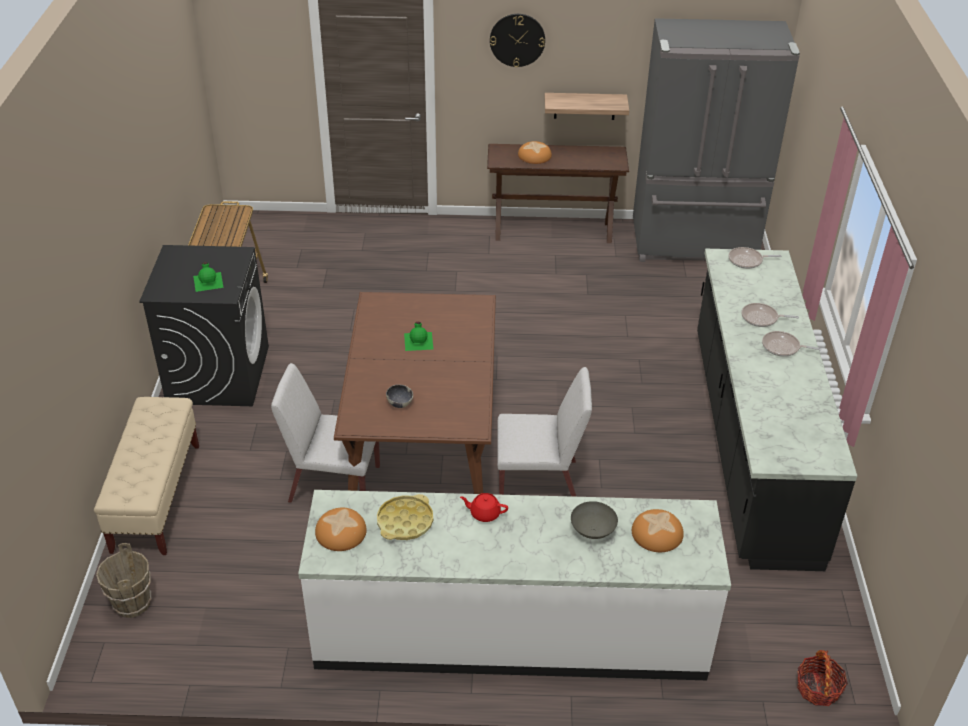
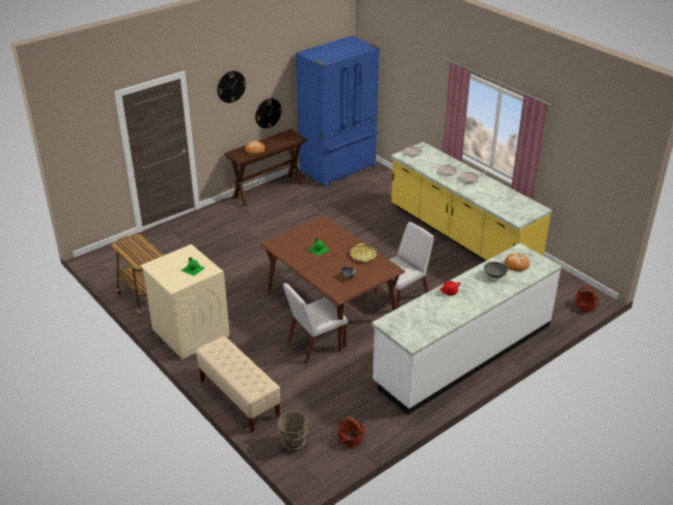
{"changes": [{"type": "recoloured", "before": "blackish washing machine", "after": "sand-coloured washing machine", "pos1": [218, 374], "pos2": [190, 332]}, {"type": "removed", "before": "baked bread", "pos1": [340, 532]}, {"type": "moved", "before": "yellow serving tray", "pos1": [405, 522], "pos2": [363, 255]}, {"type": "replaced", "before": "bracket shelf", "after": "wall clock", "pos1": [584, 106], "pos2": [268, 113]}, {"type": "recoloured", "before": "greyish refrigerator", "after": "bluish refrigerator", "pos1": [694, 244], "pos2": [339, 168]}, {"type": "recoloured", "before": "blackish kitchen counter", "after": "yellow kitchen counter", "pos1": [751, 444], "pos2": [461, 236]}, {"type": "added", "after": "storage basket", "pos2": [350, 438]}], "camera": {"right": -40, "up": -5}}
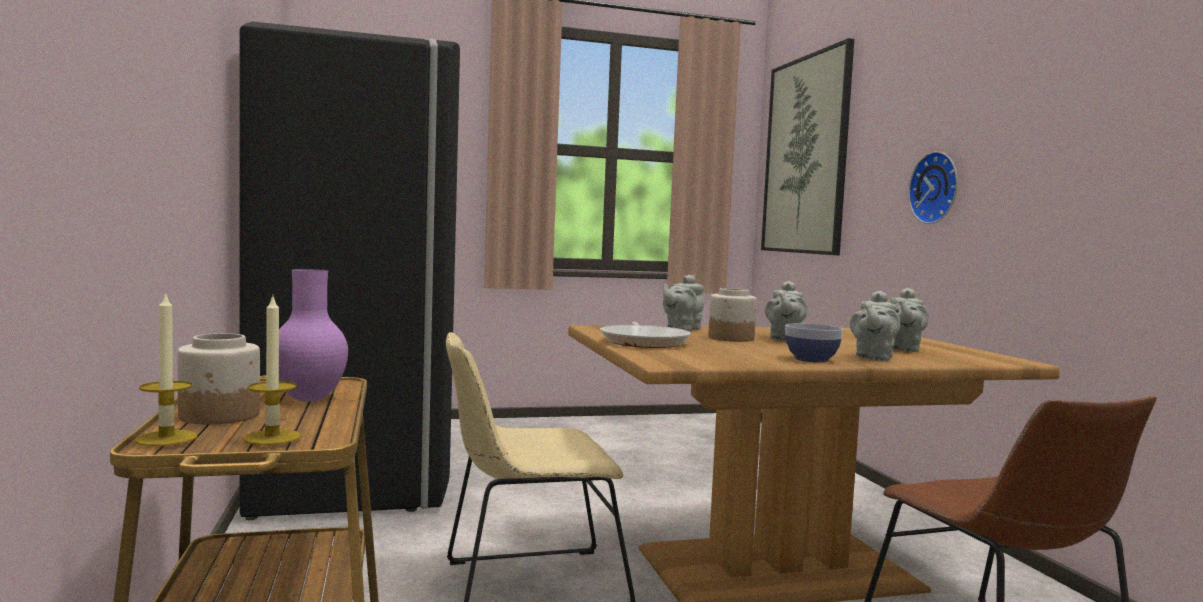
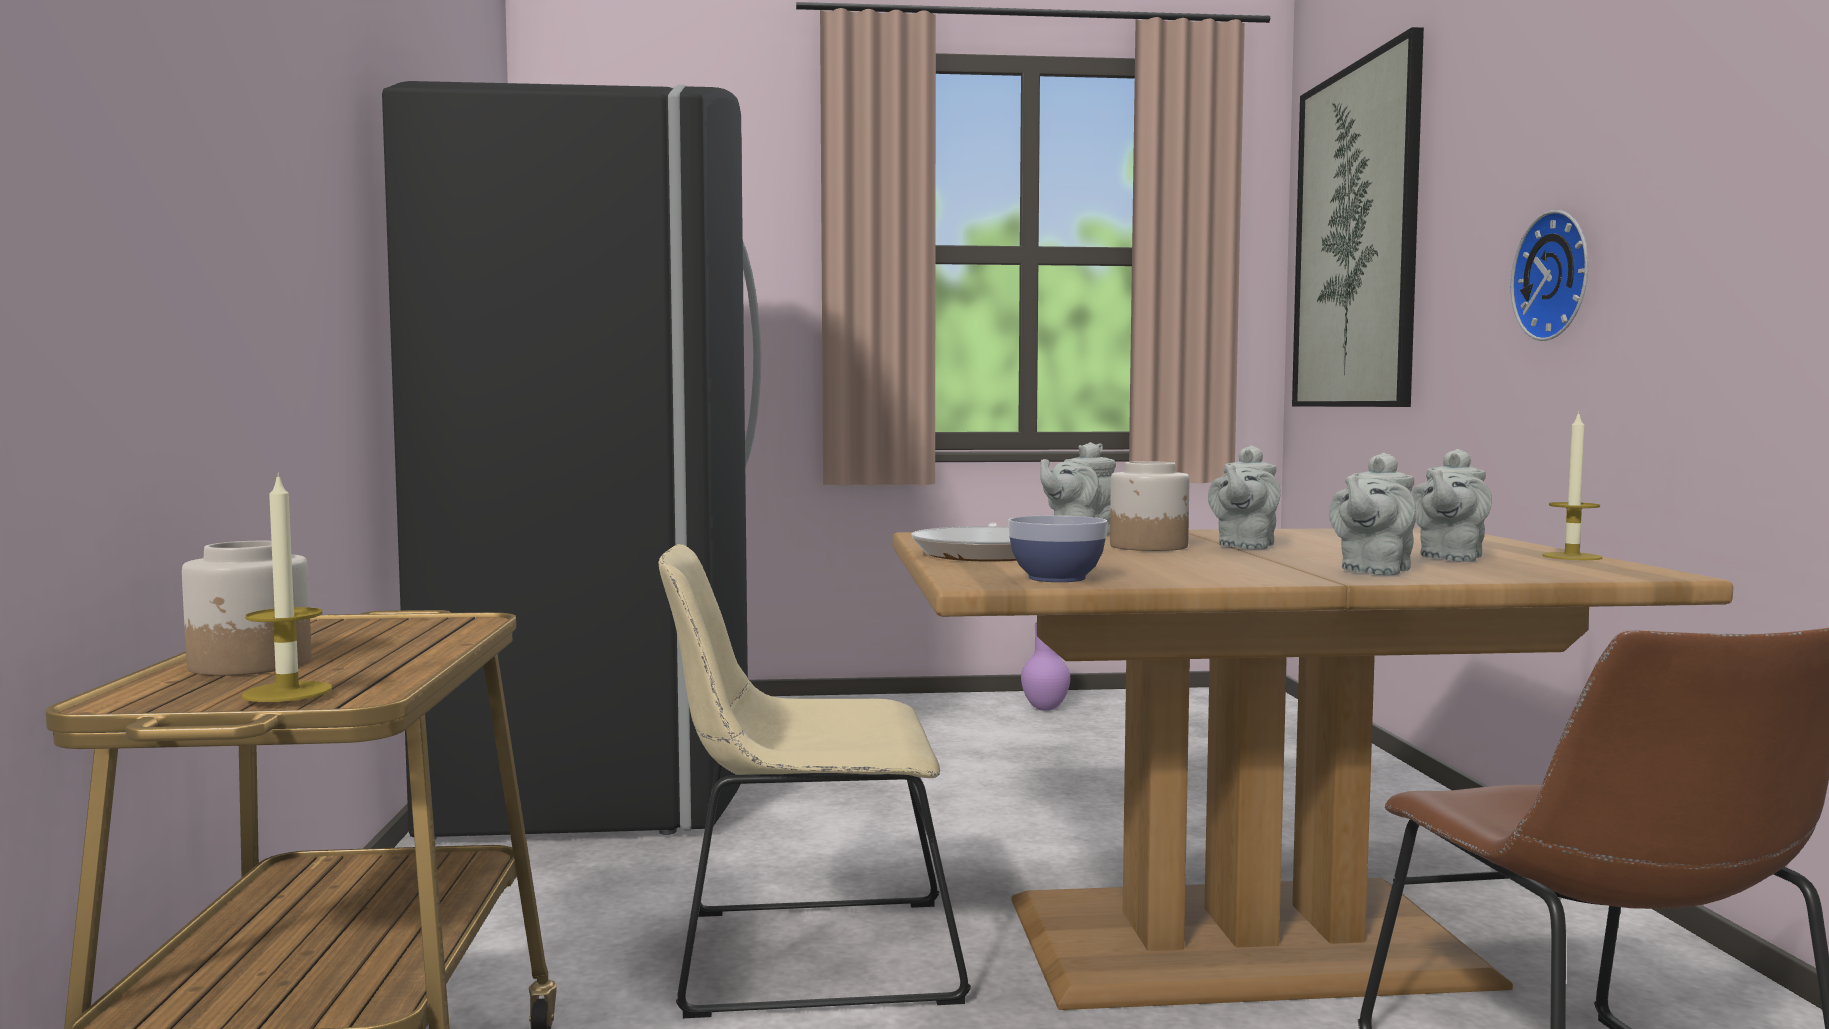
{"changes": [{"type": "moved", "before": "candle", "pos1": [166, 438], "pos2": [1571, 556]}, {"type": "moved", "before": "purple decorative vase", "pos1": [310, 399], "pos2": [1046, 709]}, {"type": "moved", "before": "serving bowl", "pos1": [811, 359], "pos2": [1057, 578]}], "camera": {"right": 10, "up": 0}}
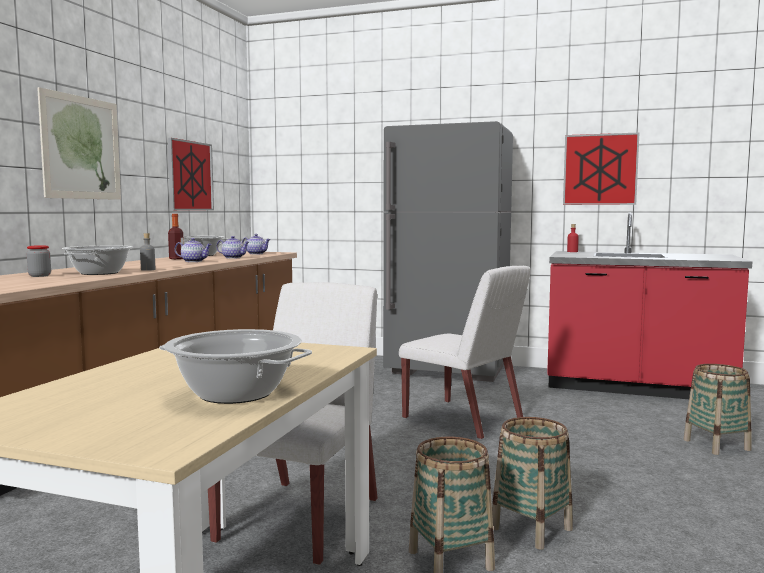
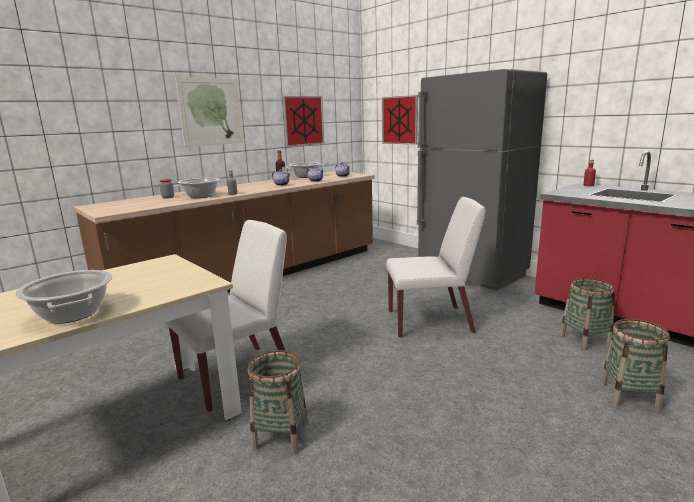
{"changes": [{"type": "turned", "before": "white chair", "pos1": [464, 419], "pos2": [431, 321], "turn": -75}, {"type": "moved", "before": "storage basket", "pos1": [531, 529], "pos2": [585, 340]}, {"type": "moved", "before": "wall art", "pos1": [600, 169], "pos2": [400, 120]}], "camera": {"right": 30, "up": 10}}
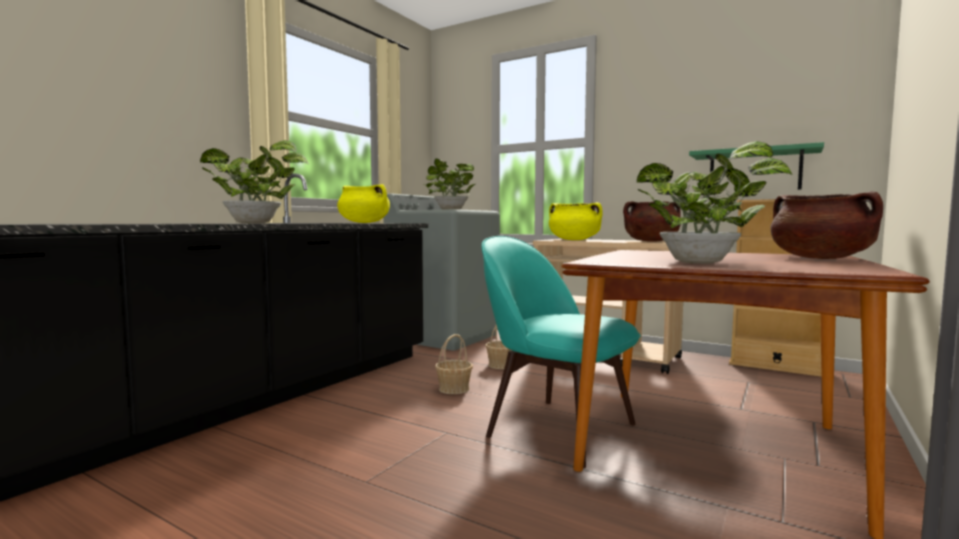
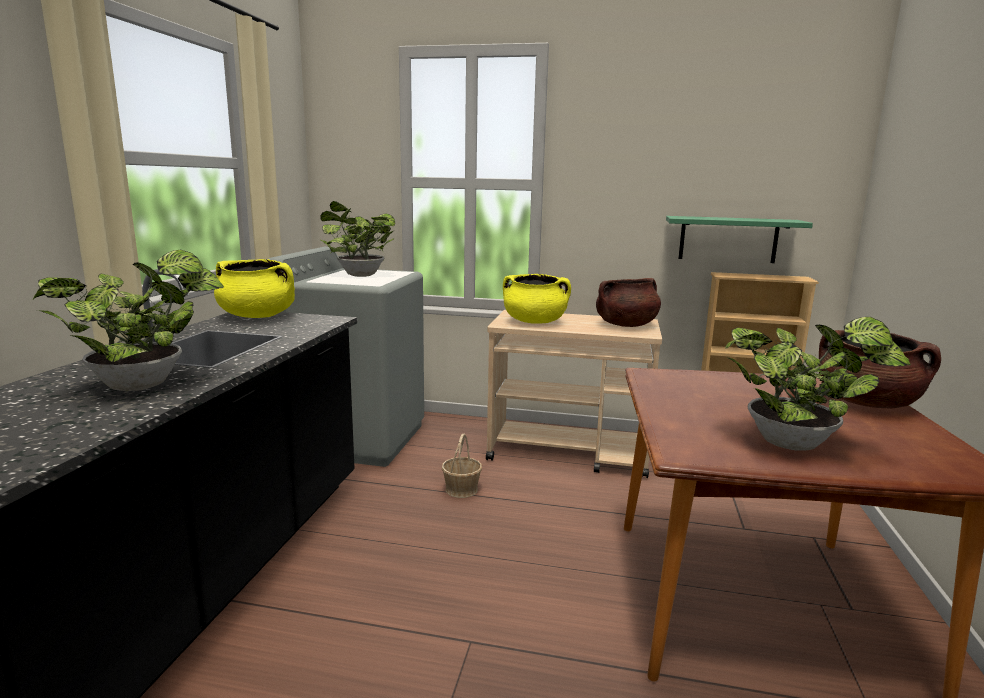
{"changes": [{"type": "removed", "before": "storage basket", "pos1": [454, 389]}, {"type": "removed", "before": "turquoise-coloured chair", "pos1": [556, 428]}], "camera": {"right": -20, "up": 10}}
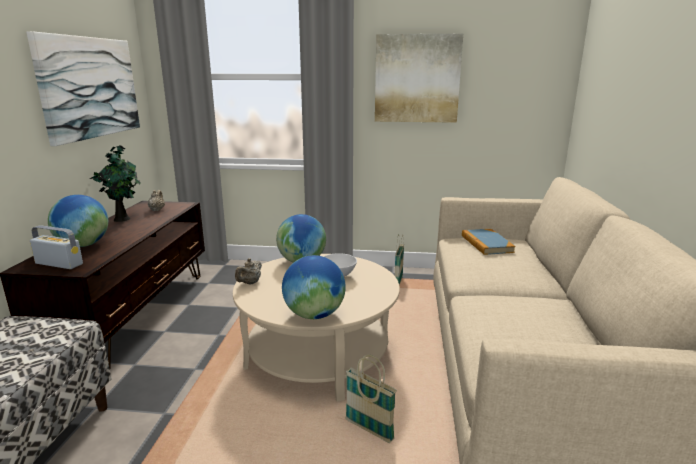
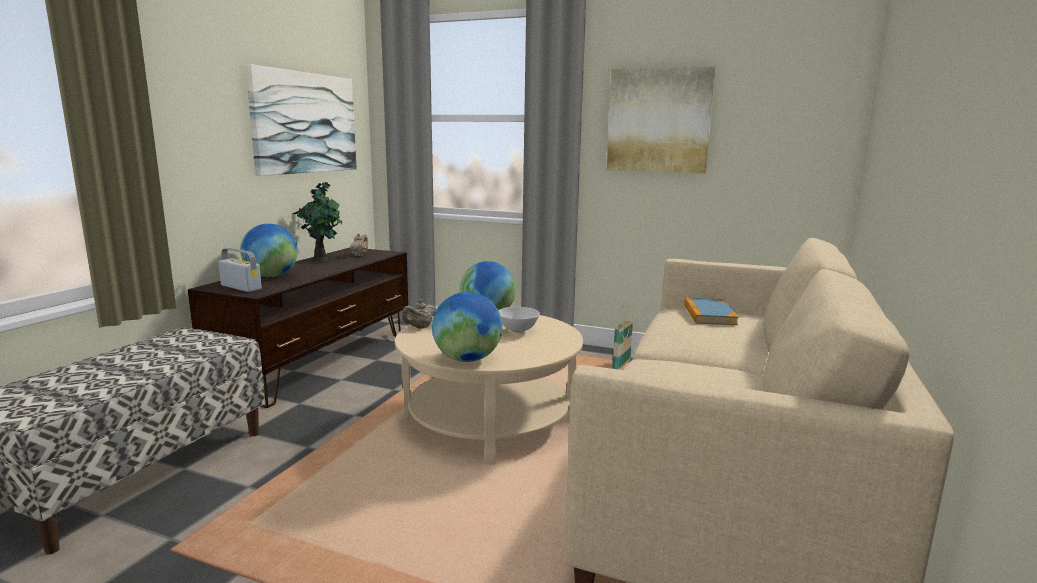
{"changes": [{"type": "removed", "before": "storage basket", "pos1": [369, 430]}], "camera": {"right": 15, "up": -5}}
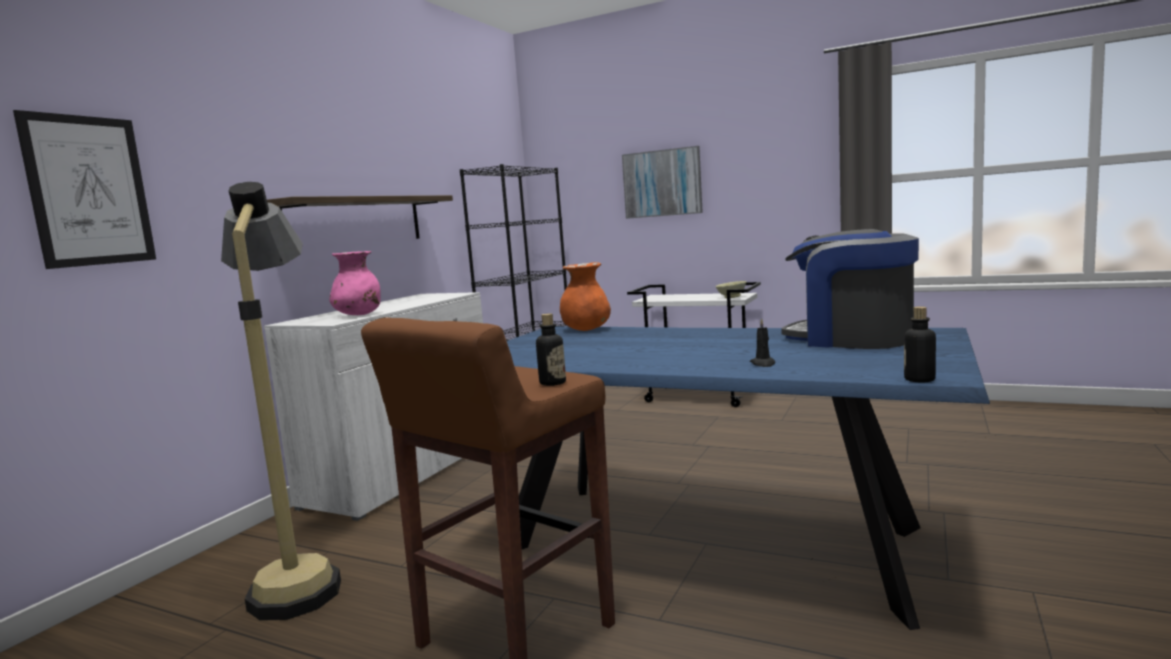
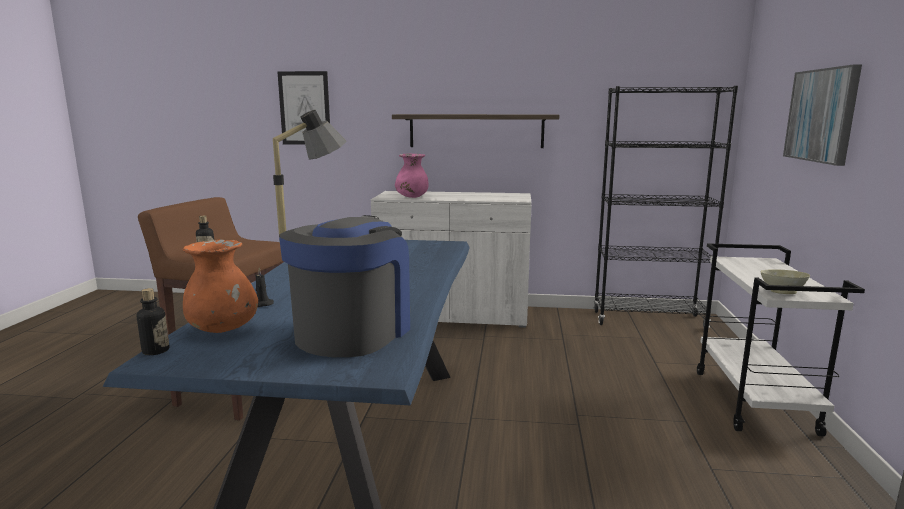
{"changes": [{"type": "moved", "before": "orange decorative vase", "pos1": [586, 329], "pos2": [224, 329]}], "camera": {"right": 70, "up": 5}}
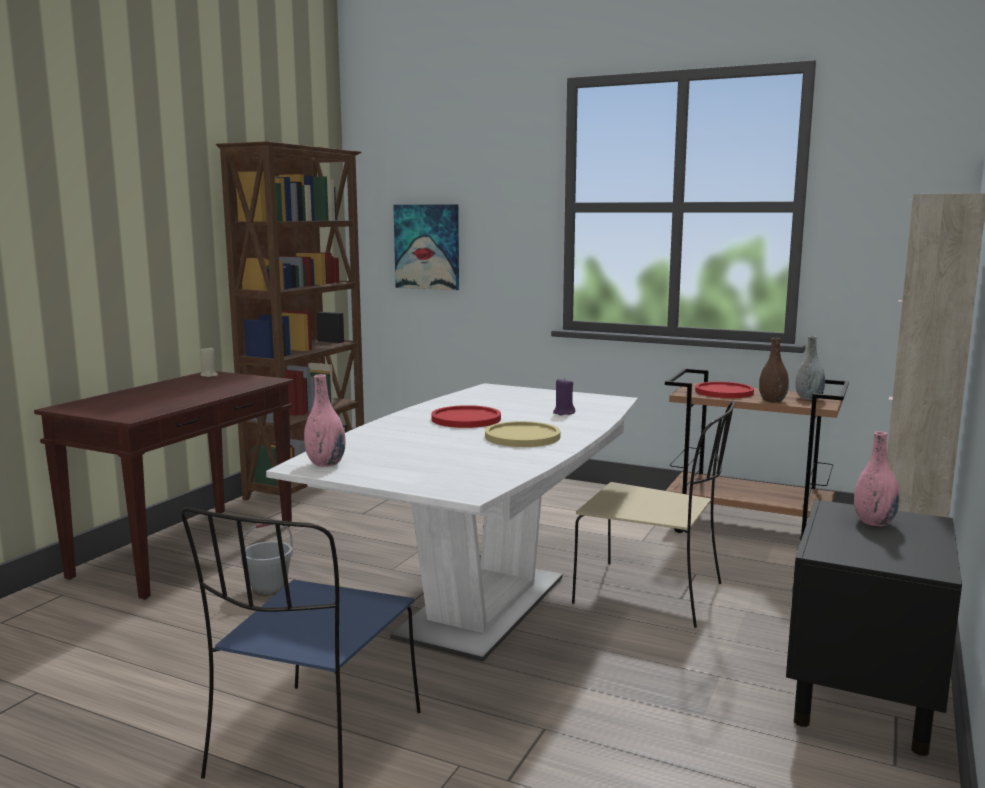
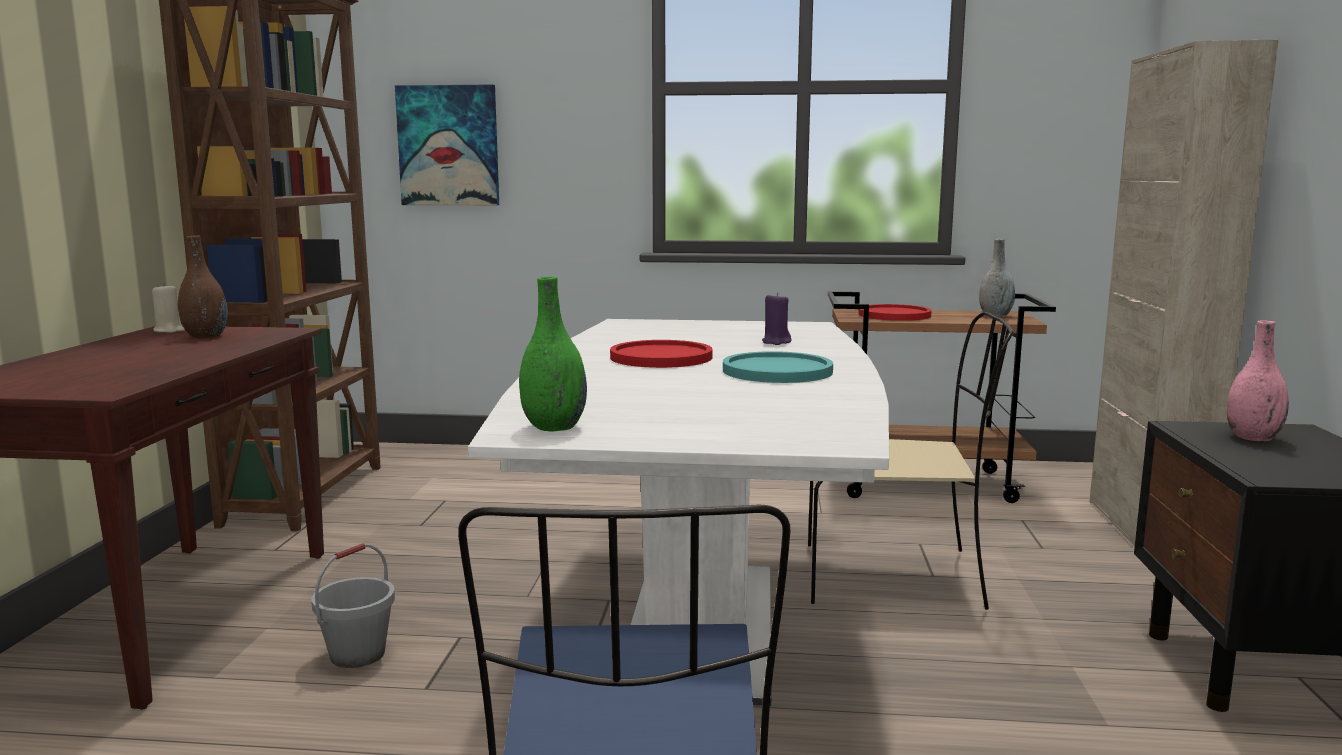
{"changes": [{"type": "recoloured", "before": "pink decorative vase", "after": "green decorative vase", "pos1": [325, 463], "pos2": [554, 427]}, {"type": "recoloured", "before": "yellow plate", "after": "turquoise-coloured plate", "pos1": [522, 436], "pos2": [777, 371]}, {"type": "moved", "before": "brown decorative vase", "pos1": [772, 401], "pos2": [205, 336]}], "camera": {"right": -20, "up": 0}}
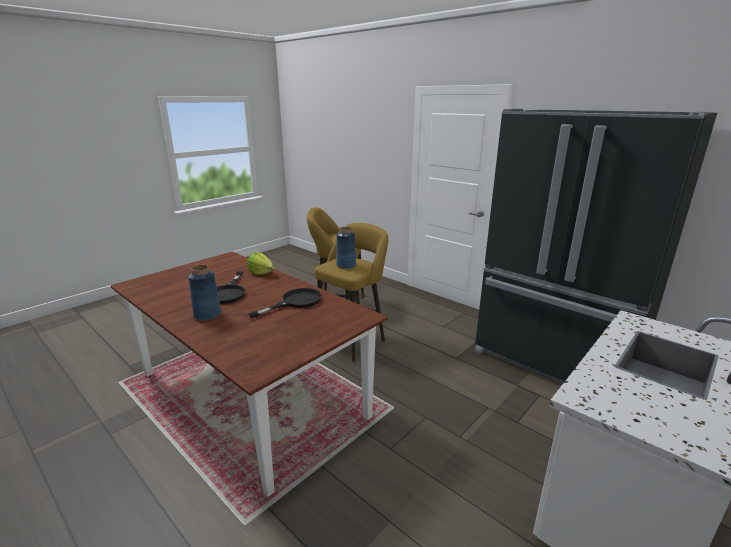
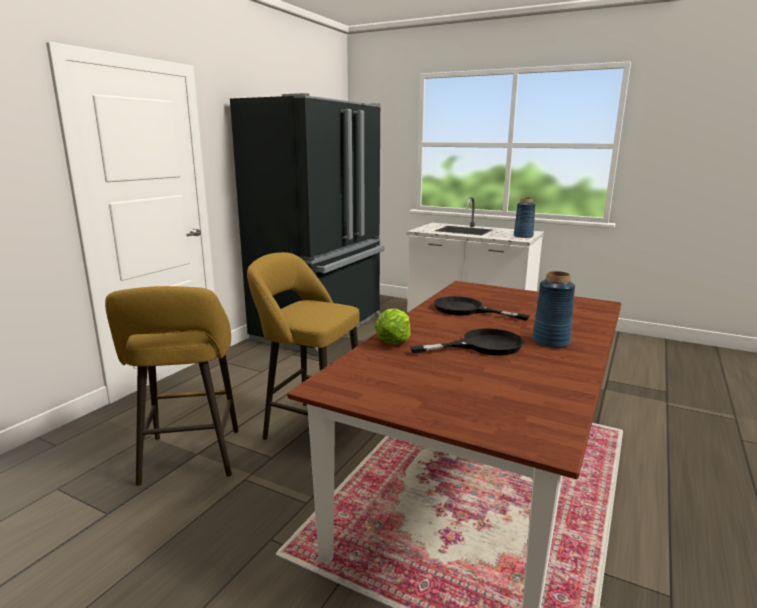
{"changes": [{"type": "moved", "before": "bluish decorative vase", "pos1": [346, 265], "pos2": [523, 236]}], "camera": {"right": -105, "up": -5}}
